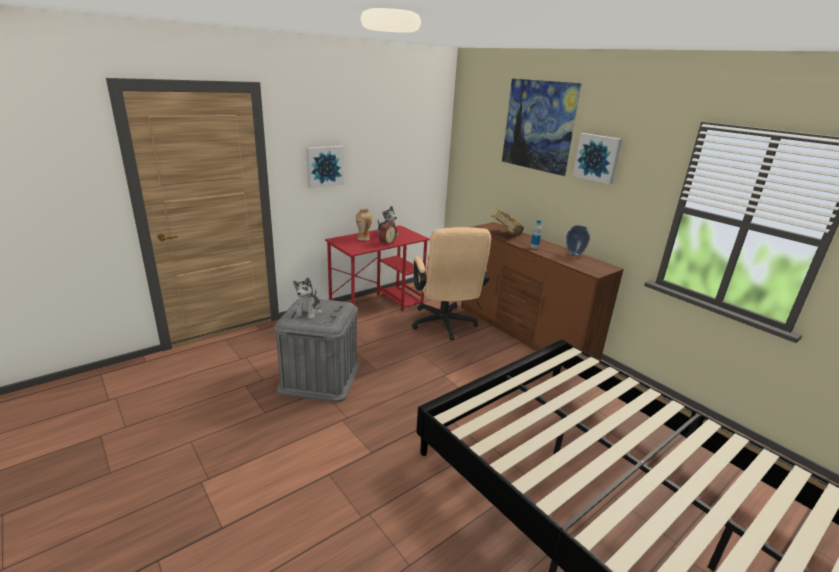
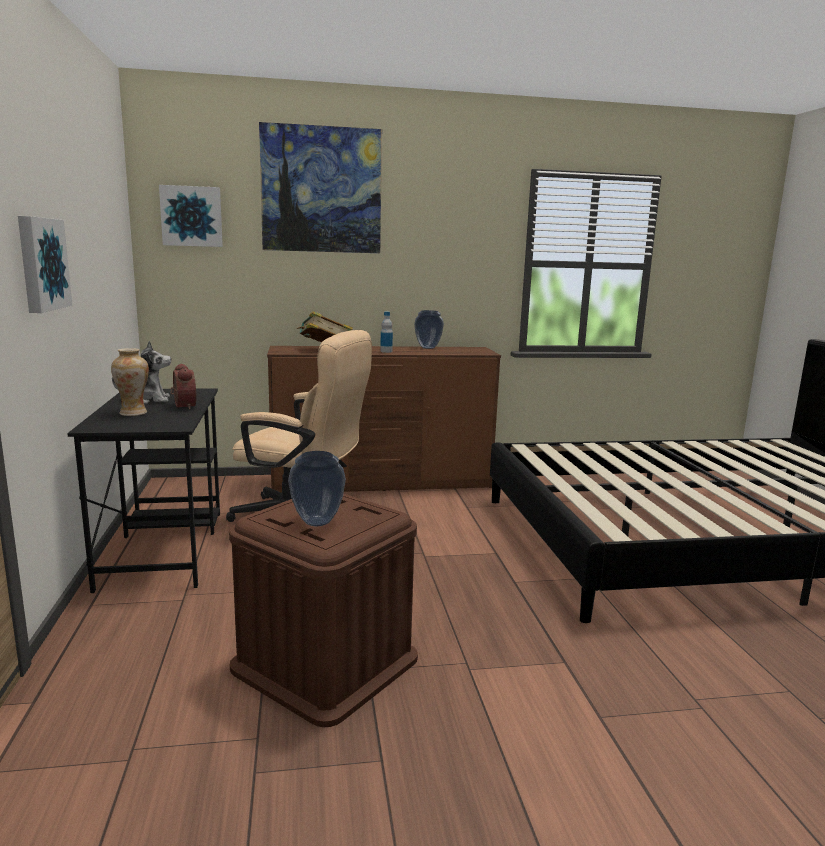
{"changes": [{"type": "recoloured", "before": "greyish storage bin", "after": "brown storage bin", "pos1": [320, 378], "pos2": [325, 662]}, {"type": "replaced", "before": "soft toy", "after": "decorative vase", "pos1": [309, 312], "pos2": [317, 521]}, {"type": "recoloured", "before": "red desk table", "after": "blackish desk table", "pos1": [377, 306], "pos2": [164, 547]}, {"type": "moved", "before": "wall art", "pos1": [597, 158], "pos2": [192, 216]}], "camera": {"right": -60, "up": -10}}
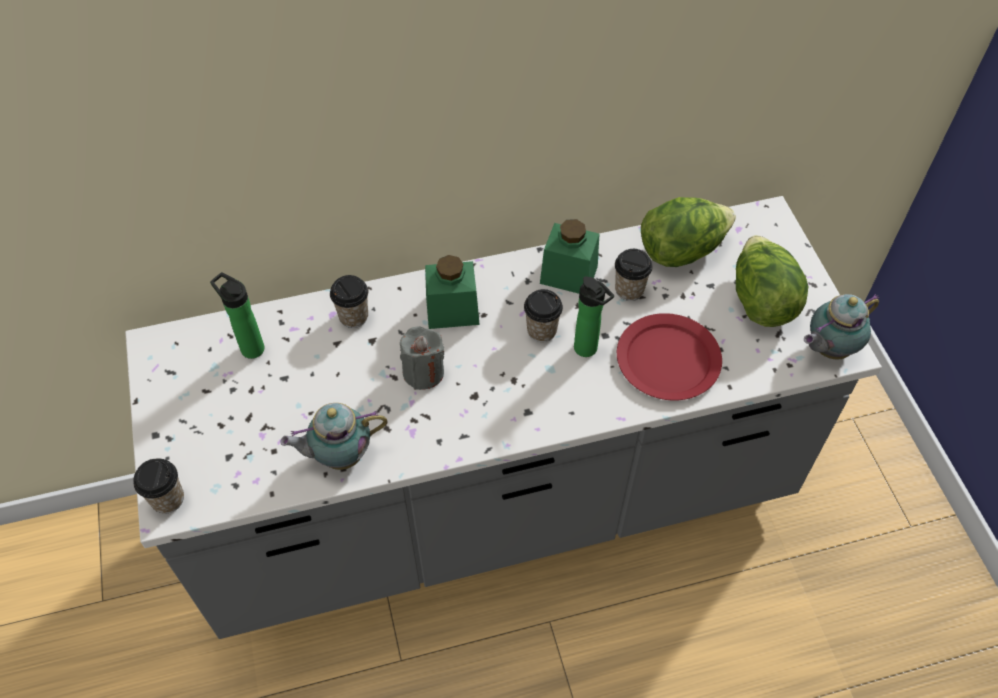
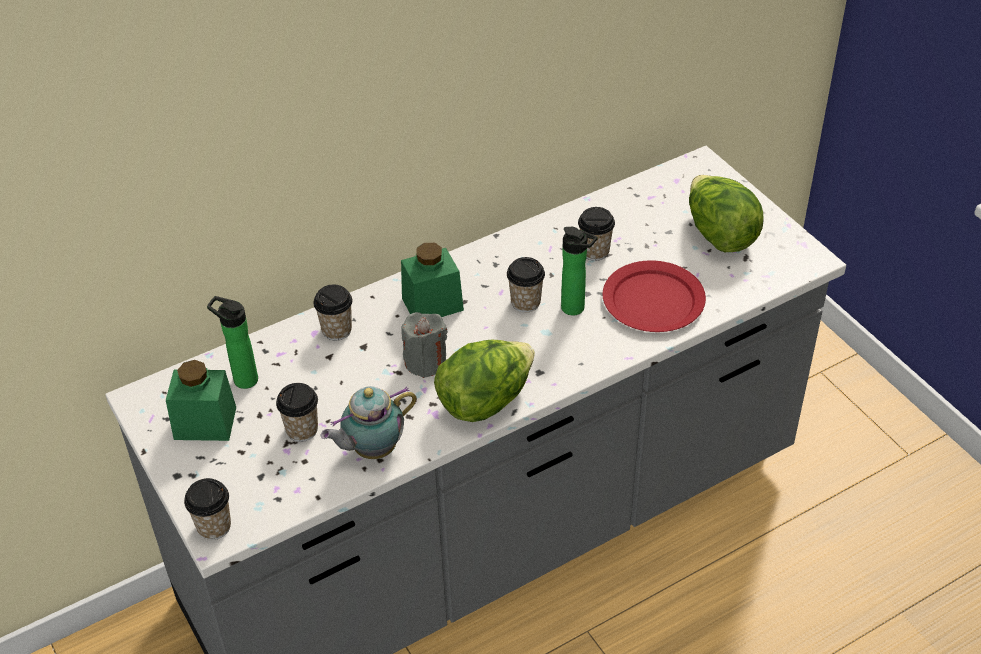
{"changes": [{"type": "moved", "before": "green storage jar", "pos1": [568, 275], "pos2": [205, 423]}, {"type": "moved", "before": "lettuce", "pos1": [681, 250], "pos2": [485, 401]}, {"type": "removed", "before": "pot for tea", "pos1": [828, 349]}, {"type": "added", "after": "drinking cup", "pos2": [302, 430]}], "camera": {"right": -15, "up": -10}}
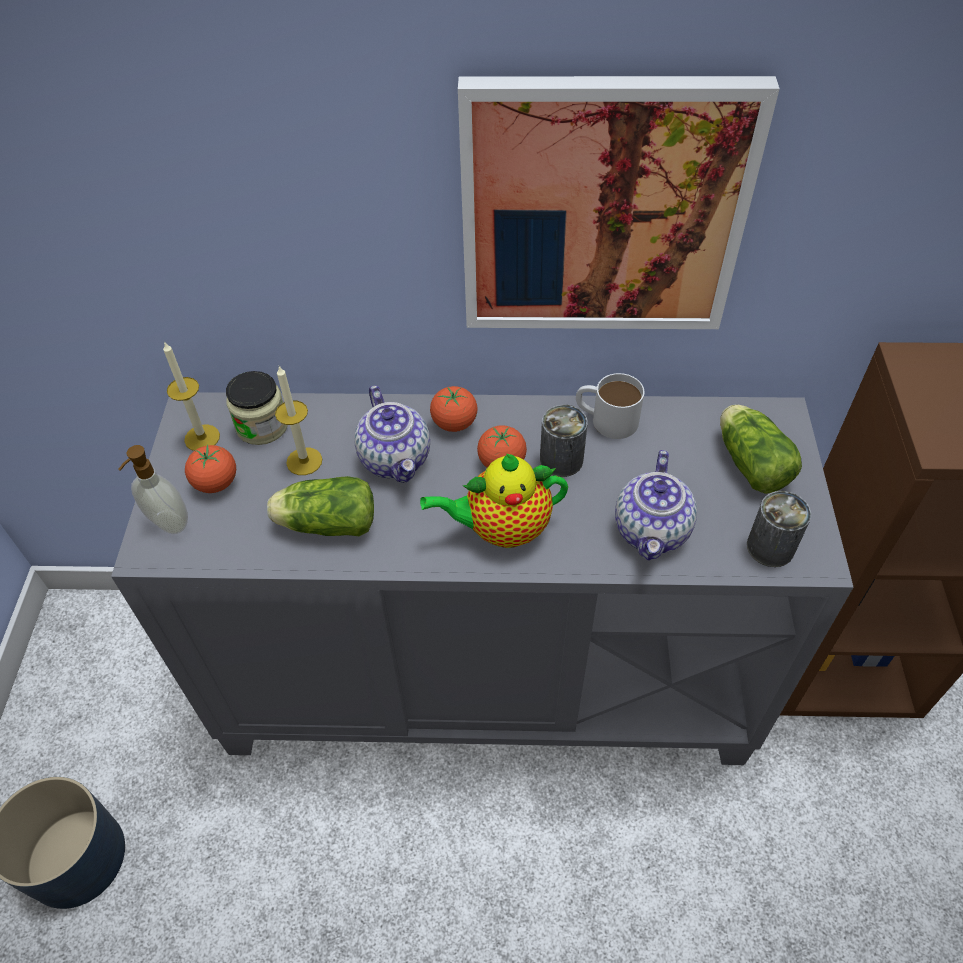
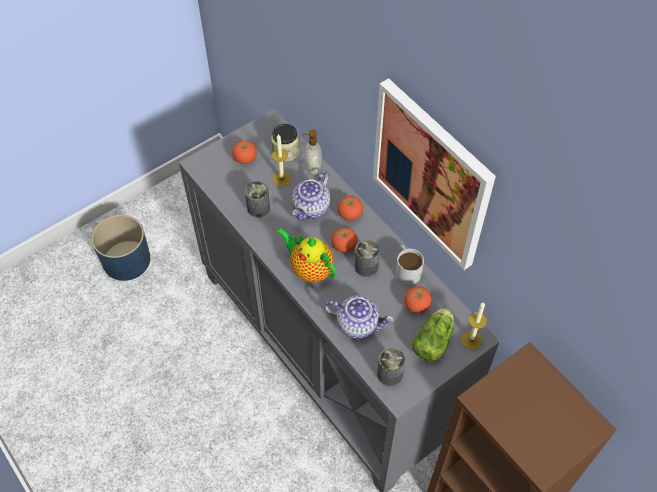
{"changes": [{"type": "moved", "before": "soap bottle", "pos1": [168, 523], "pos2": [312, 167]}, {"type": "moved", "before": "candle", "pos1": [202, 438], "pos2": [471, 340]}, {"type": "replaced", "before": "lettuce", "after": "sealed can", "pos1": [324, 523], "pos2": [258, 208]}, {"type": "turned", "before": "pot for tea", "pos1": [652, 531], "pos2": [358, 324], "turn": -135}, {"type": "added", "after": "tomato", "pos2": [416, 305]}], "camera": {"right": 50, "up": 5}}
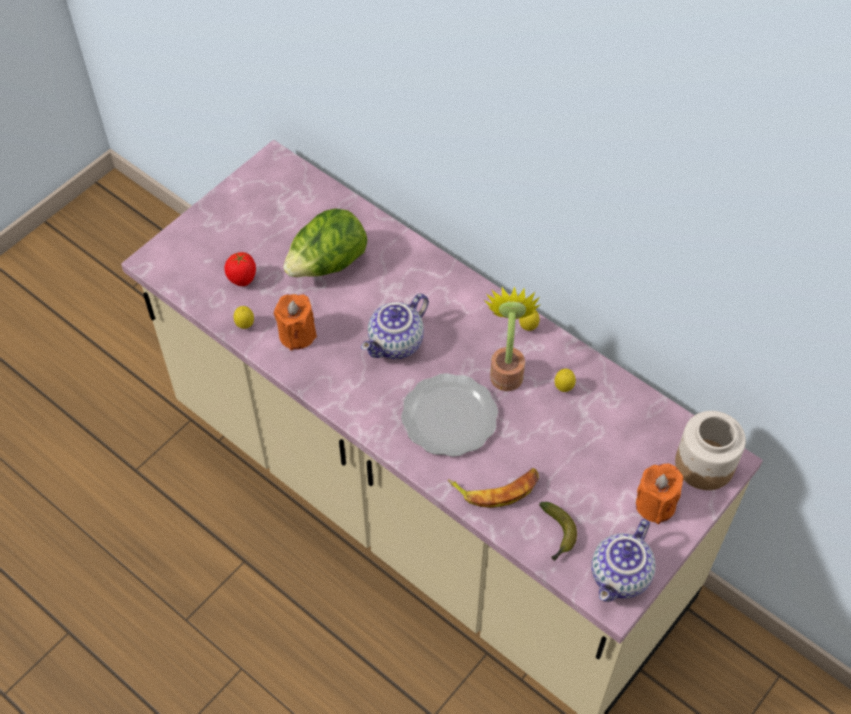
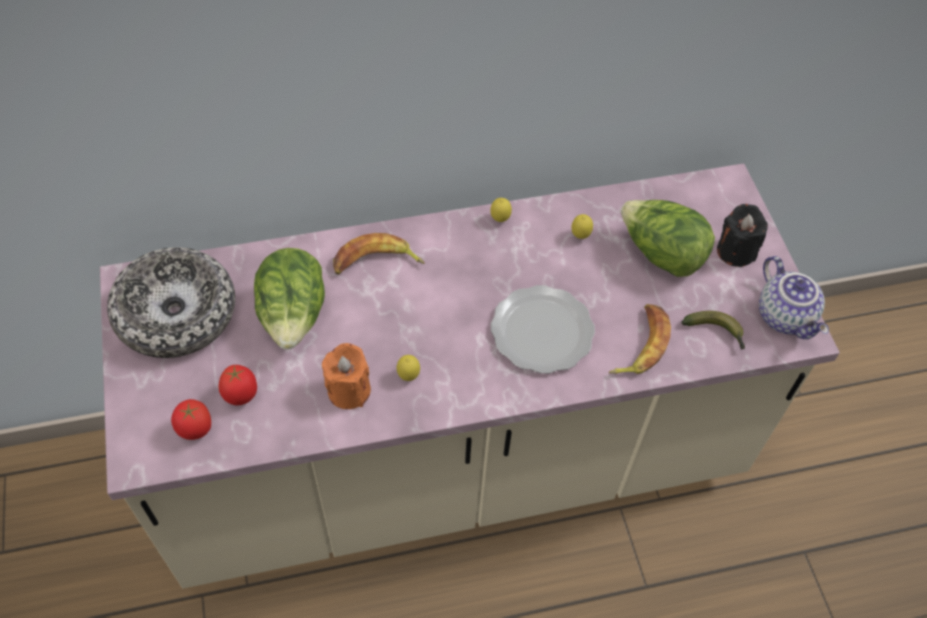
{"changes": [{"type": "moved", "before": "citrus fruit", "pos1": [245, 326], "pos2": [408, 376]}, {"type": "removed", "before": "pot for tea", "pos1": [396, 344]}, {"type": "removed", "before": "houseplant", "pos1": [506, 371]}, {"type": "recoloured", "before": "orange candle", "after": "blackish candle", "pos1": [655, 504], "pos2": [735, 251]}, {"type": "removed", "before": "storage jar", "pos1": [703, 464]}, {"type": "added", "after": "serving bowl", "pos2": [176, 313]}, {"type": "added", "after": "tomato", "pos2": [195, 430]}, {"type": "added", "after": "banana", "pos2": [376, 262]}, {"type": "added", "after": "lettuce", "pos2": [661, 254]}], "camera": {"right": -55, "up": 0}}
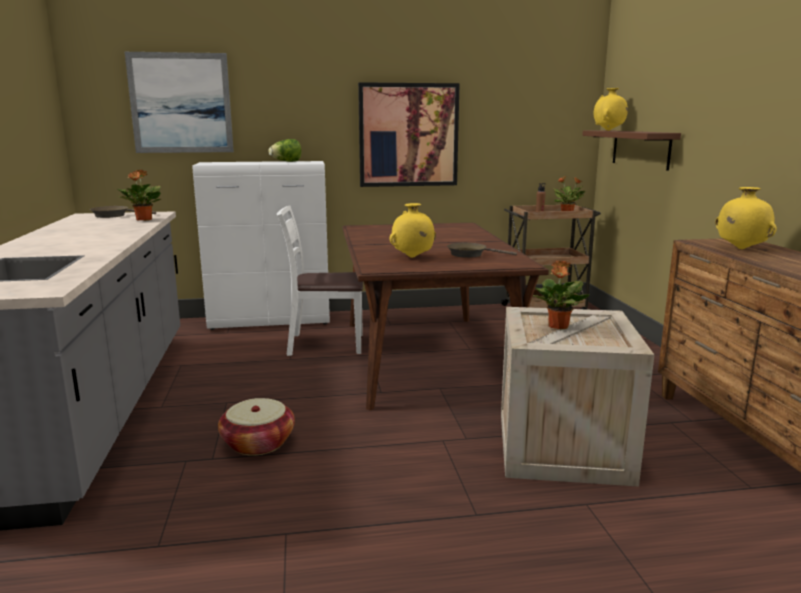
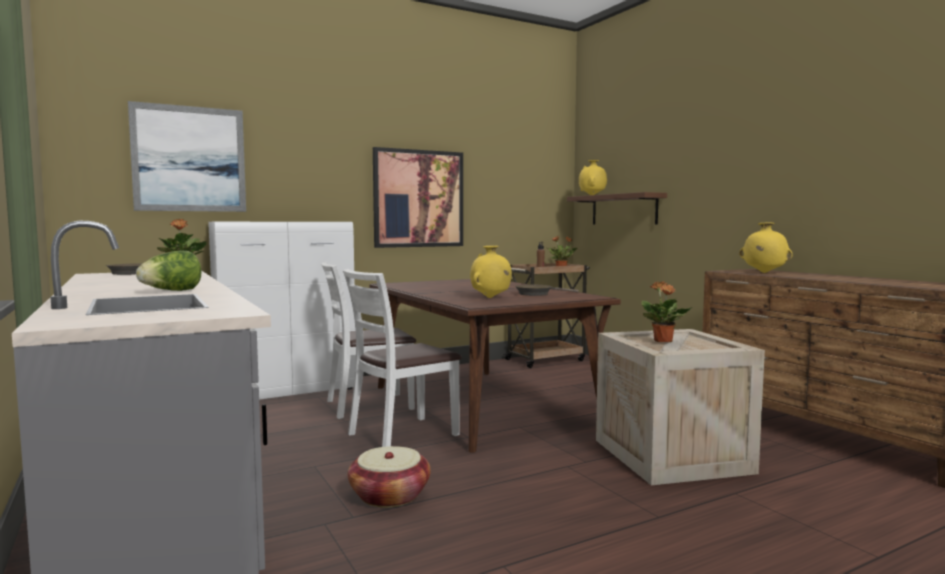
{"changes": [{"type": "moved", "before": "lettuce", "pos1": [286, 162], "pos2": [172, 291]}, {"type": "added", "after": "white chair", "pos2": [402, 435]}], "camera": {"right": -20, "up": -10}}
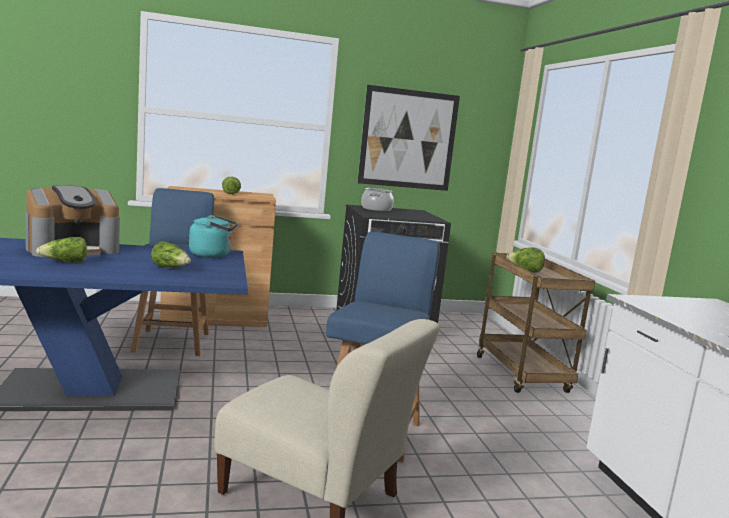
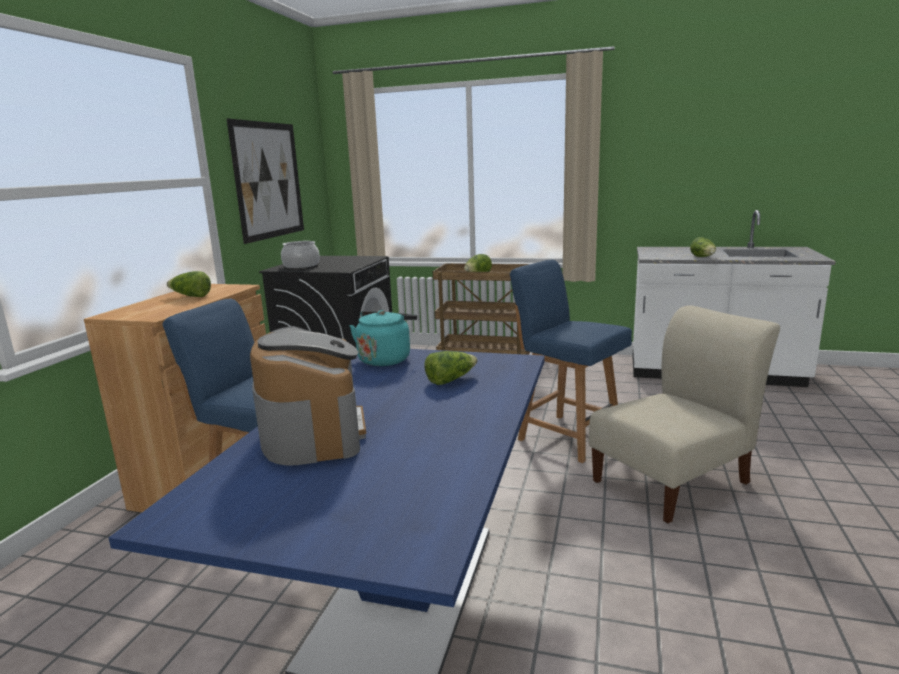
{"changes": [{"type": "moved", "before": "lettuce", "pos1": [65, 262], "pos2": [703, 257]}], "camera": {"right": -60, "up": 5}}
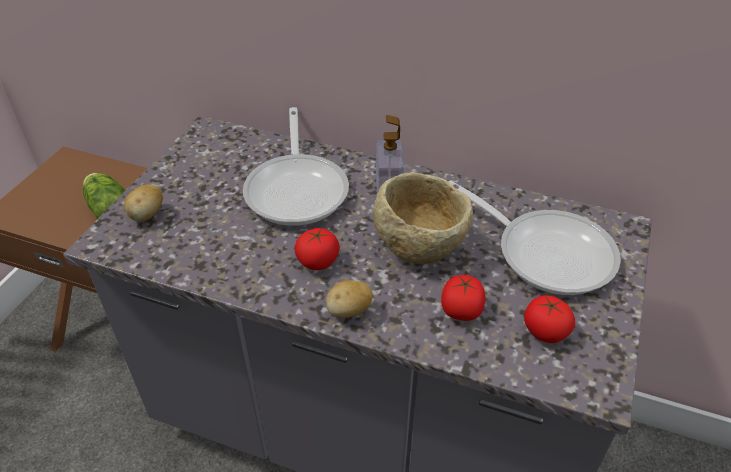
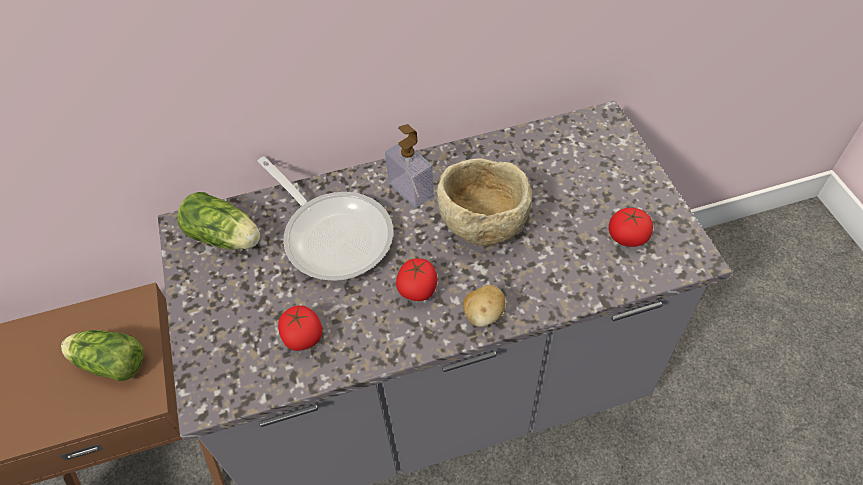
{"changes": [{"type": "removed", "before": "whole potato", "pos1": [147, 215]}, {"type": "moved", "before": "tomato", "pos1": [461, 310], "pos2": [303, 336]}, {"type": "removed", "before": "pan", "pos1": [546, 252]}, {"type": "added", "after": "lettuce", "pos2": [227, 238]}], "camera": {"right": -35, "up": 10}}
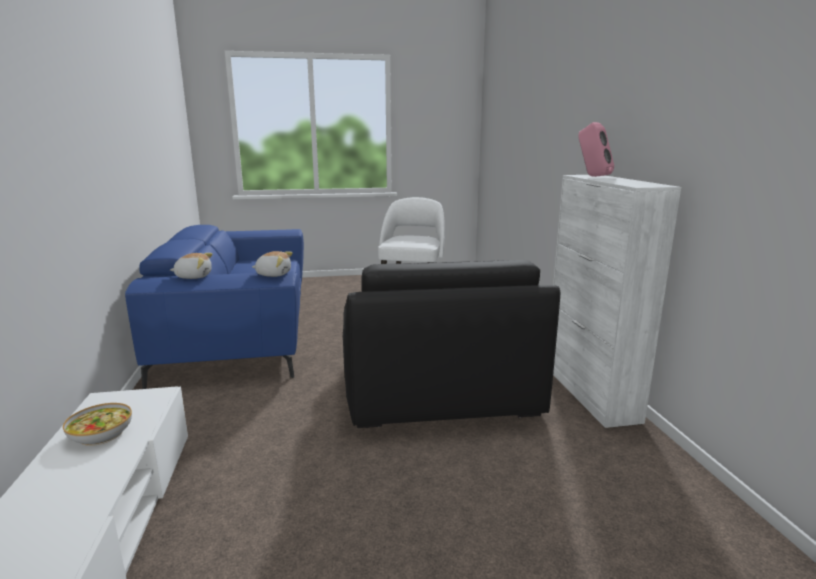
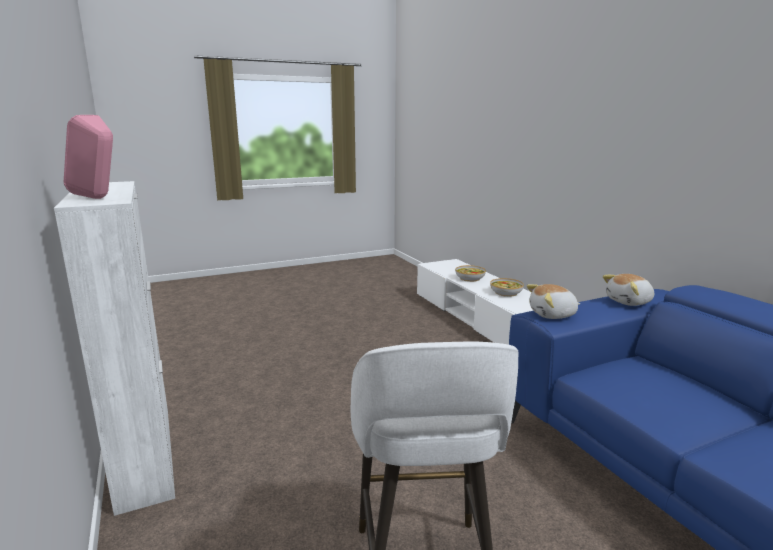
{"changes": [{"type": "removed", "before": "blackish armchair", "pos1": [437, 389]}, {"type": "added", "after": "serving bowl", "pos2": [469, 278]}], "camera": {"right": 165, "up": 0}}
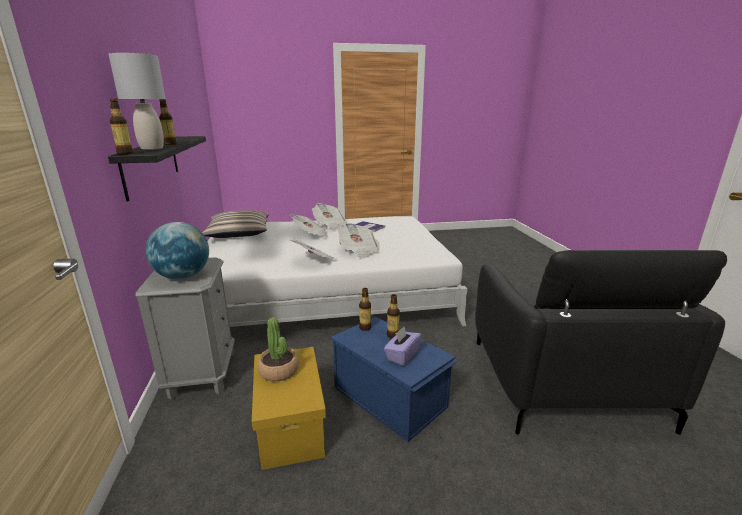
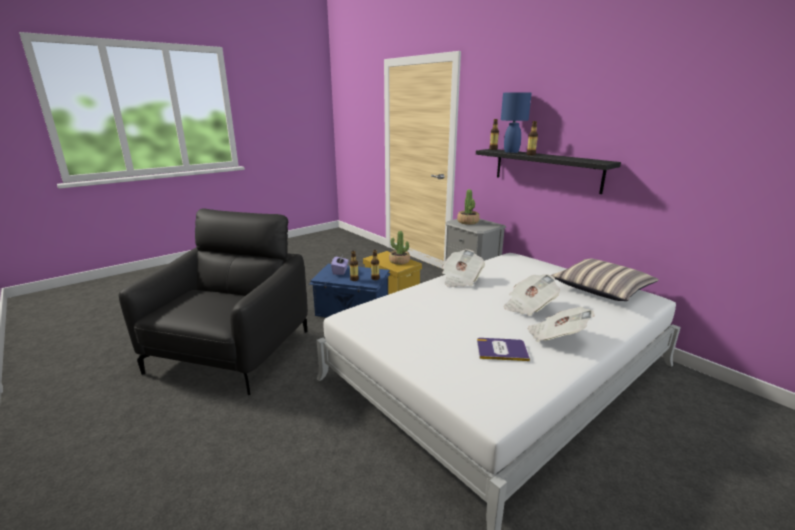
{"changes": [{"type": "recoloured", "before": "greyish lamp for a table", "after": "bluish lamp for a table", "pos1": [151, 148], "pos2": [511, 152]}, {"type": "replaced", "before": "desk globe", "after": "houseplant", "pos1": [183, 276], "pos2": [468, 222]}, {"type": "removed", "before": "printed paper", "pos1": [358, 251]}, {"type": "turned", "before": "blackish armchair", "pos1": [561, 381], "pos2": [231, 351], "turn": 45}], "camera": {"right": 150, "up": 0}}
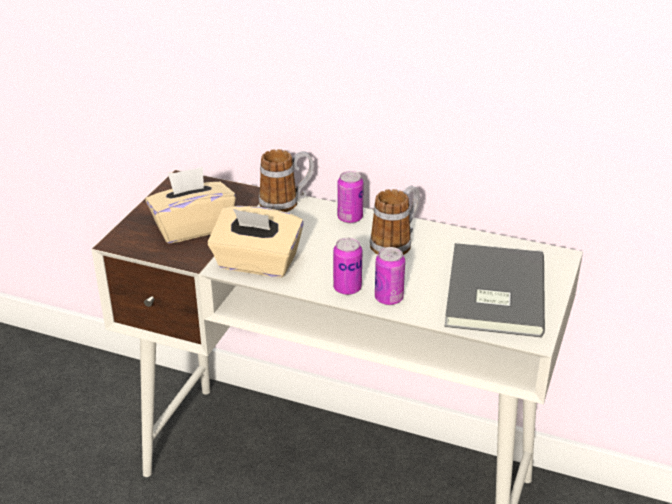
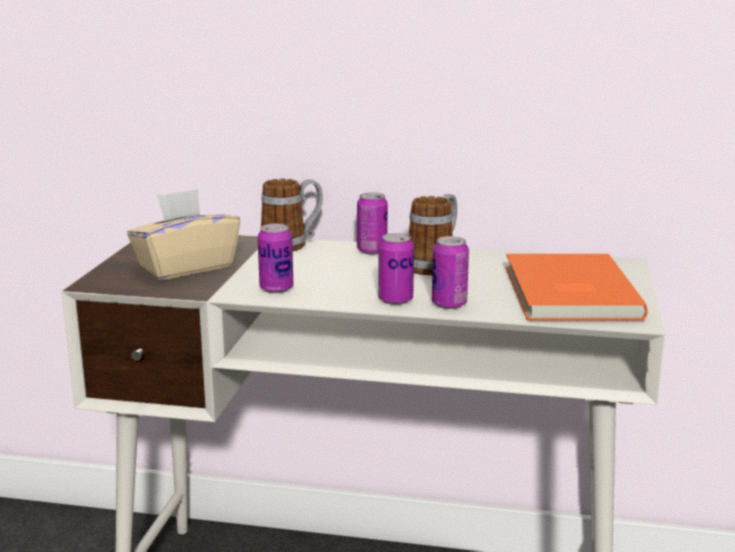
{"changes": [{"type": "replaced", "before": "sand-coloured tissue box", "after": "sealed can", "pos1": [257, 263], "pos2": [276, 288]}, {"type": "recoloured", "before": "greyish volume", "after": "orange volume", "pos1": [491, 294], "pos2": [566, 293]}], "camera": {"right": -10, "up": -15}}
